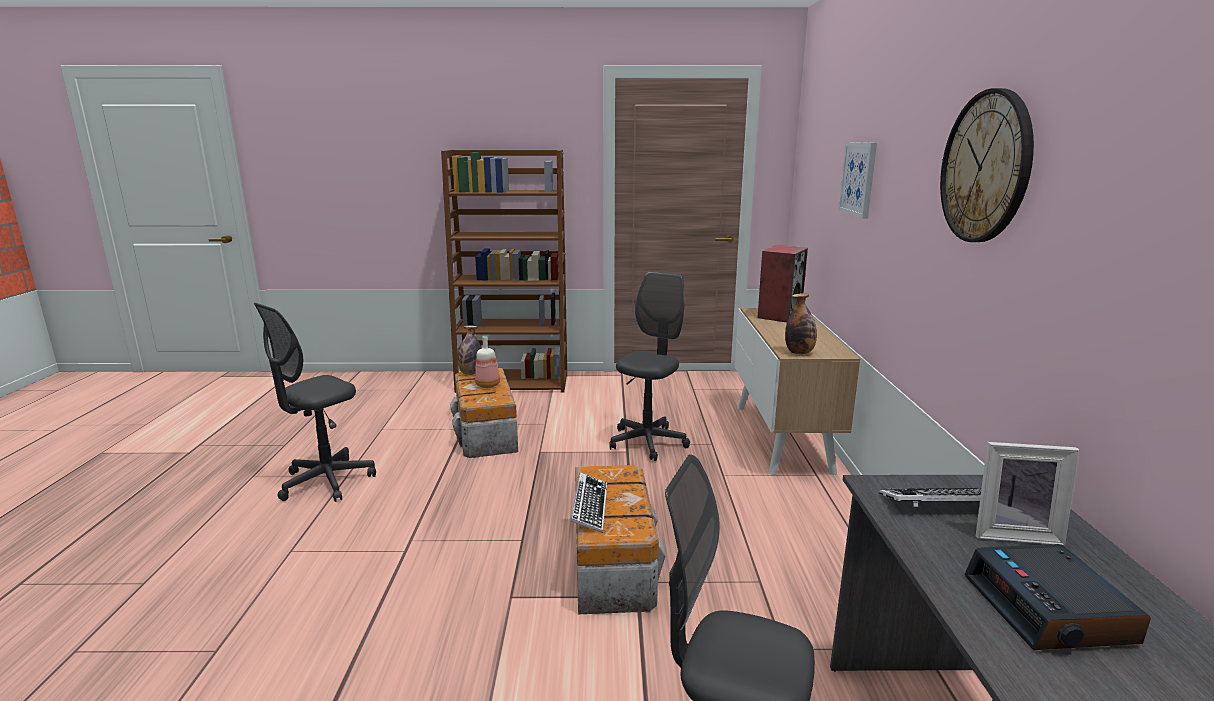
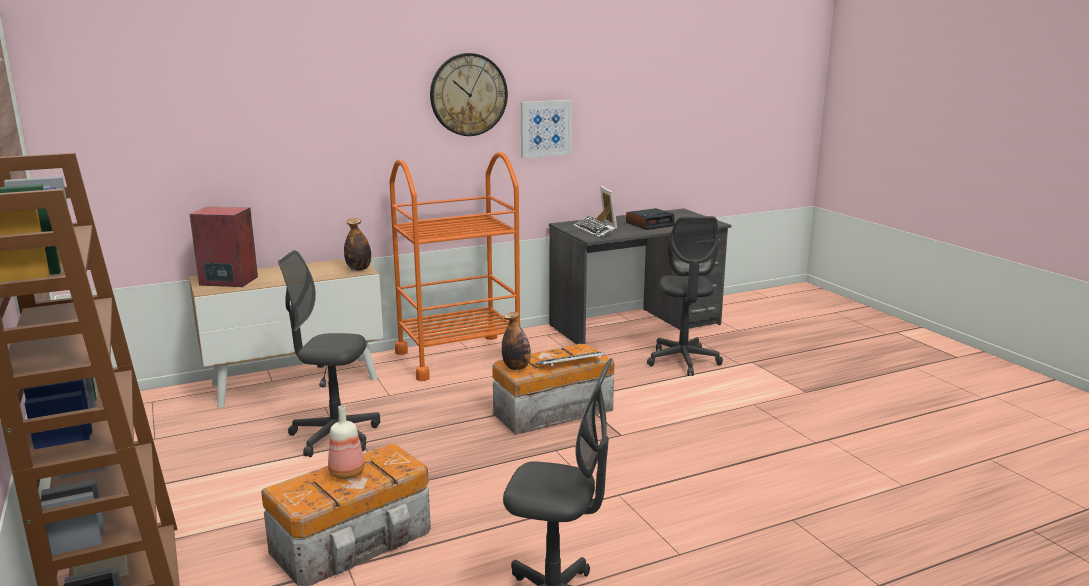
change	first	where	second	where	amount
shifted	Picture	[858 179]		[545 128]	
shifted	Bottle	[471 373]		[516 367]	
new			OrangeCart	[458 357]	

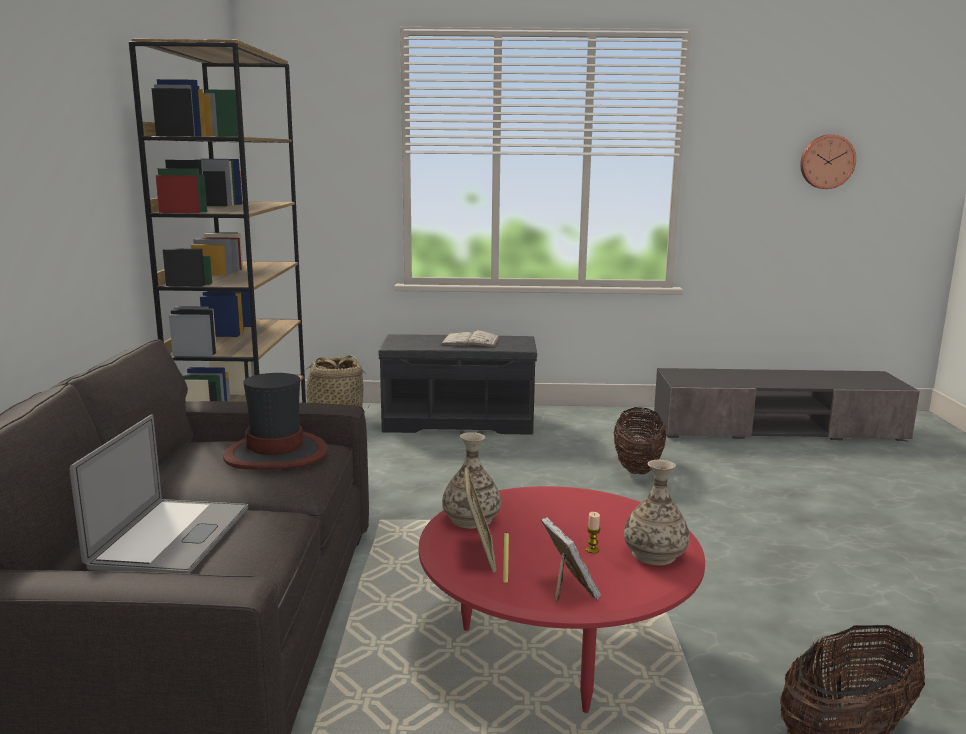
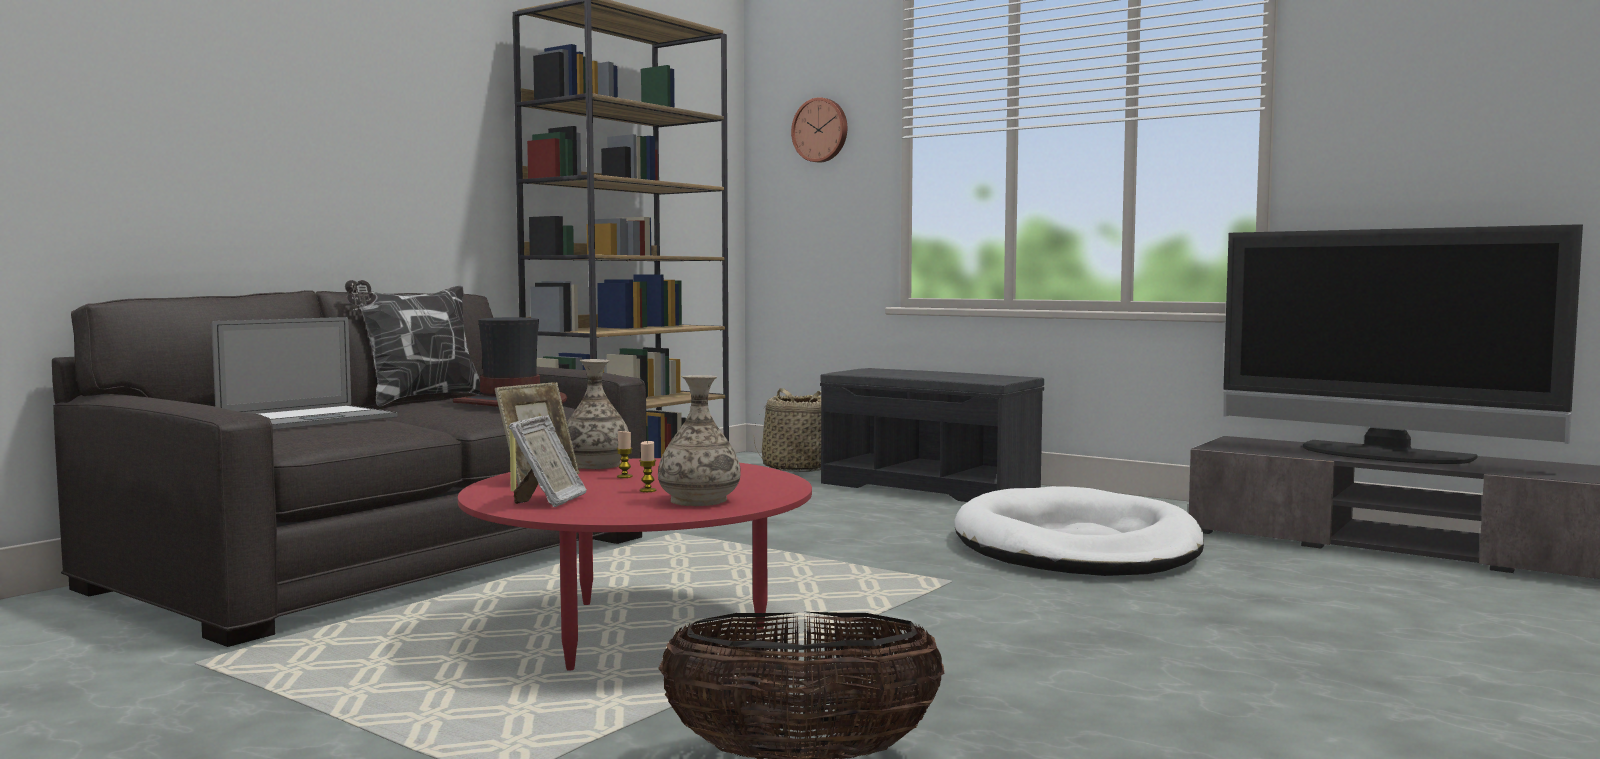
change	first	where	second	where	amount
shifted	WallClock	[826 161]		[821 130]	
gone	WhiteBook	[470 341]			
swapped	Basket	[637 467]	WhiteDogBed	[1076 546]	
new			Television	[1382 455]	
new			Pillow	[420 400]	
new			Candle	[624 476]	

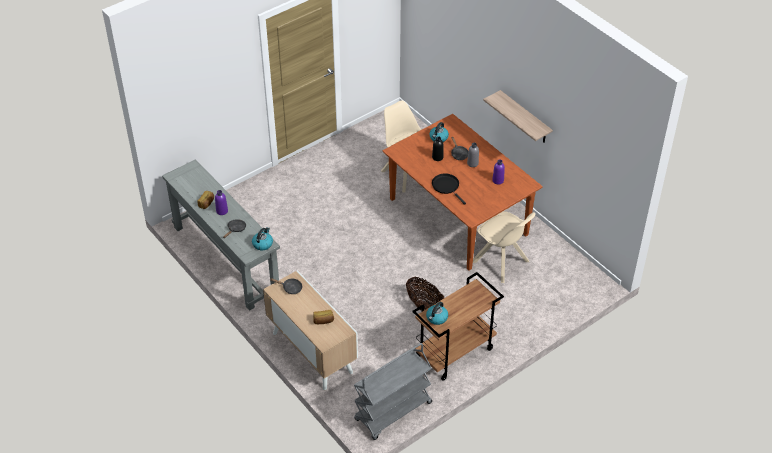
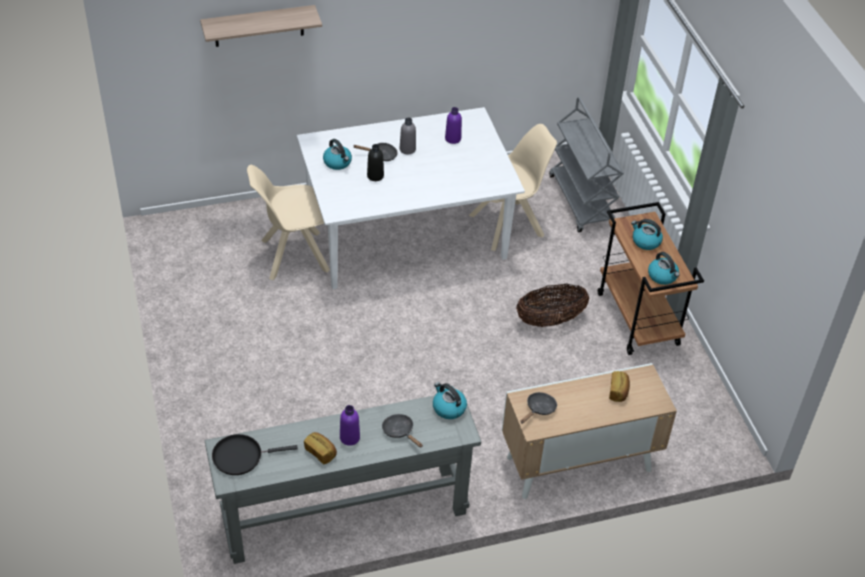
change	first	where	second	where	amount
shifted	Shelf	[525 118]		[259 26]	
repainted	BrownDiningTable	[457 216]	WhiteDiningTable	[406 236]	
shifted	BlackFryingPan	[446 186]		[241 456]	
shifted	GreyCart	[393 412]		[581 201]	
new			Kettle	[645 241]	

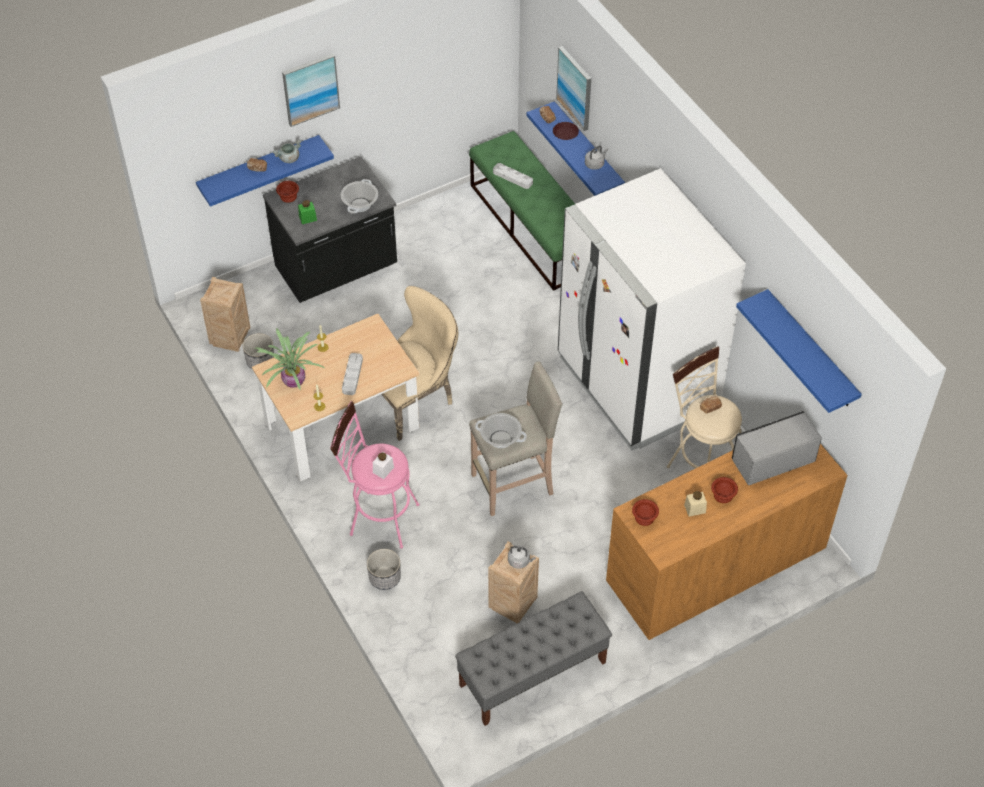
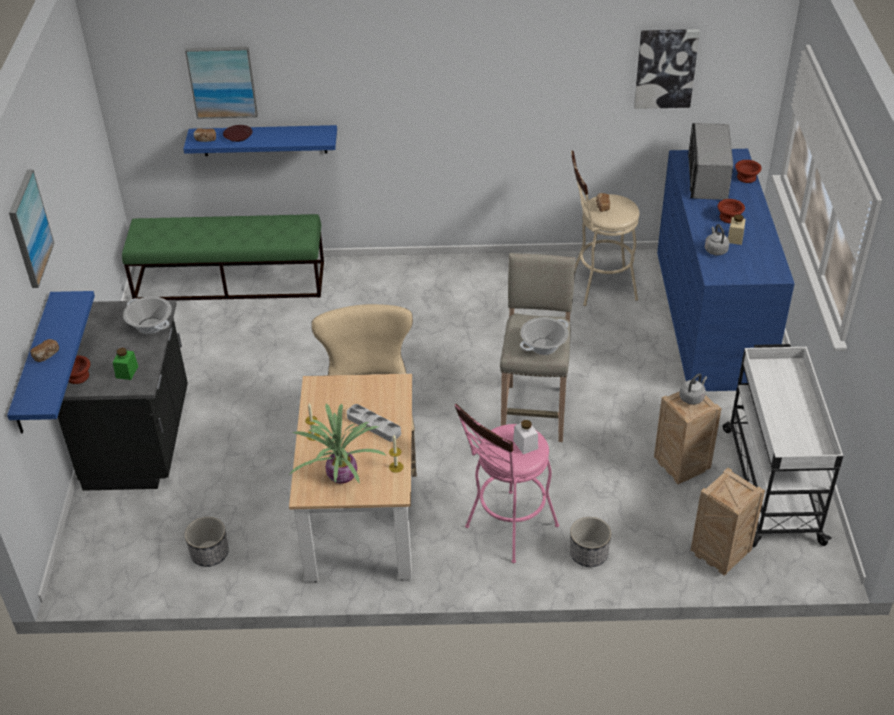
change	first	where	second	where	amount
gone	GreyCookingPot	[289 159]			
shifted	GreyKettle	[595 164]		[715 250]	
gone	GreyTray	[512 177]			
gone	WhiteFridge	[636 385]			
shifted	Crate	[230 338]		[718 554]	
swapped	BlueShelf	[811 350]	Picture	[665 68]	
repainted	BrownDresser	[716 564]	BlueDresser	[710 317]	
shifted	BrownBowl	[644 518]		[747 178]	
swapped	GreyBench	[532 674]	WhiteCart	[771 483]	

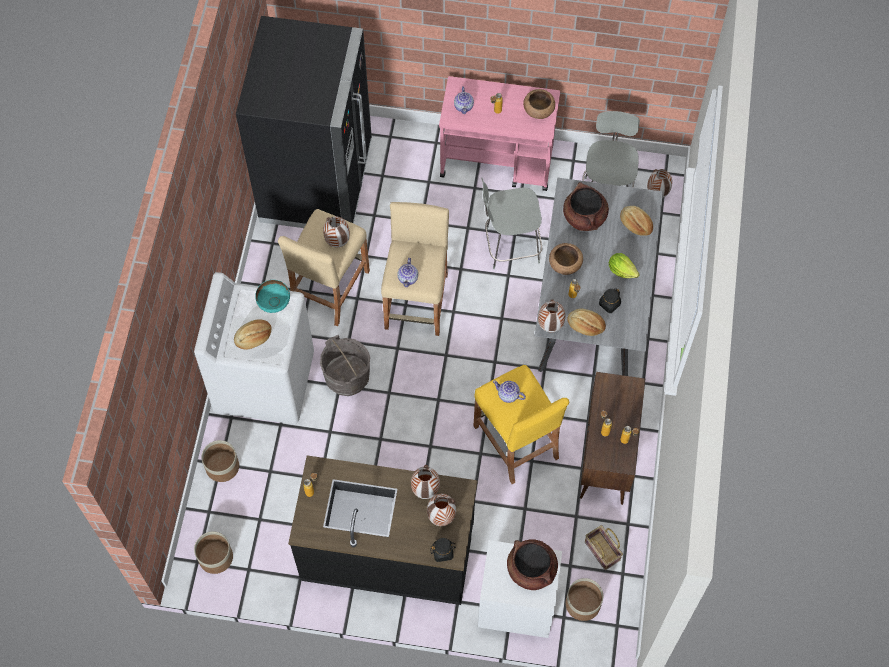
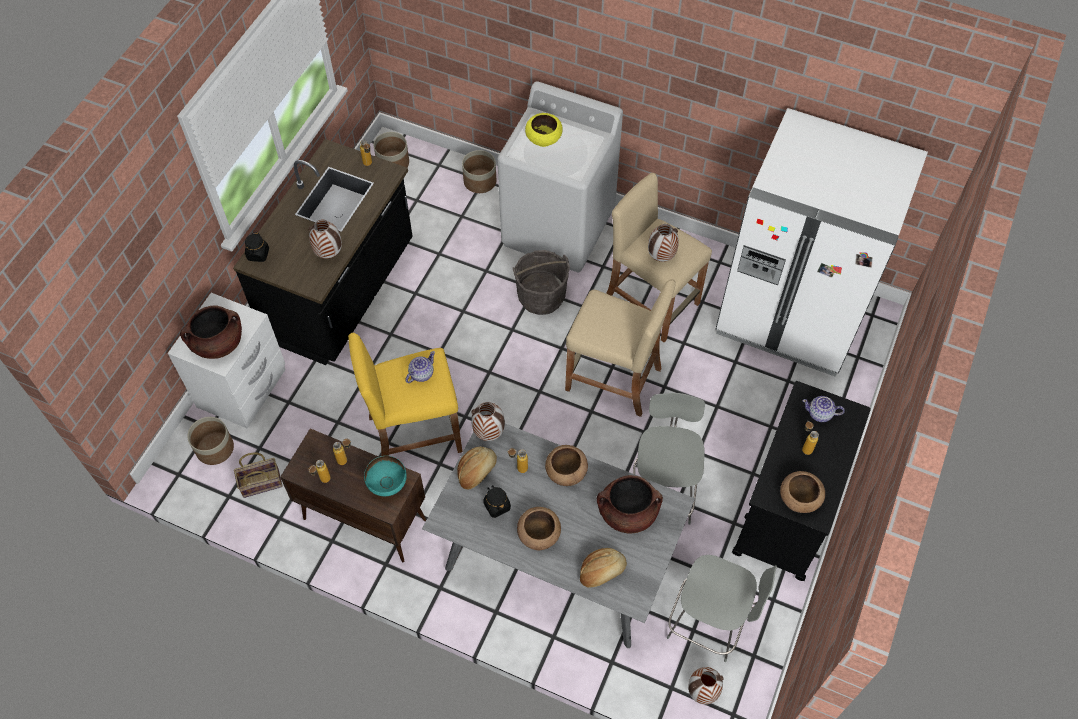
change	first	where	second	where	amount
repainted	BlackFridge	[316 182]	WhiteFridge	[790 316]	
repainted	PinkCart	[498 161]	BlackCart	[787 509]	
swapped	Lettuce	[621 270]	BrownBowl	[539 534]	
gone	Teapot	[408 278]			
shifted	TurquoiseBowl	[274 304]		[388 485]	
swapped	Bread	[254 338]	YellowBowl	[544 138]	
gone	Vase	[441 517]			

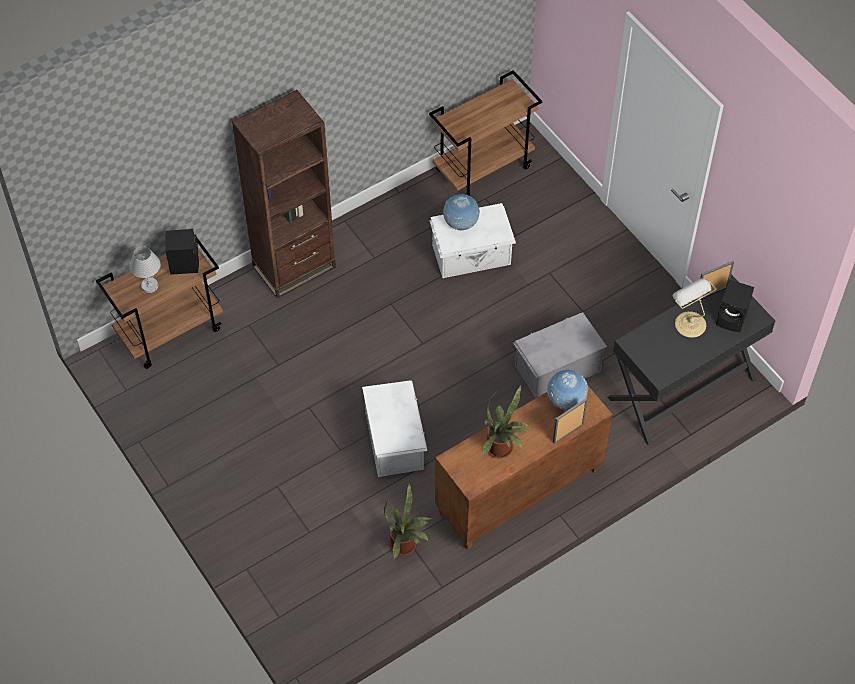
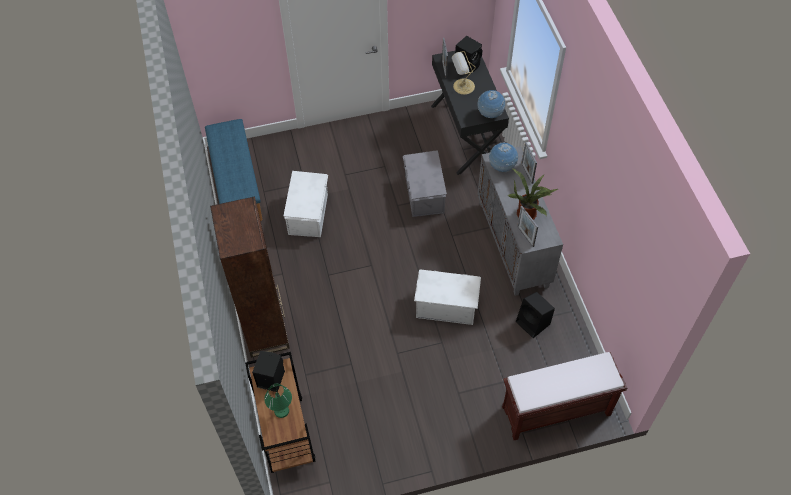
change	first	where	second	where	amount
swapped	BrownCart	[483 168]	BlueBench	[236 184]	
shifted	Globe	[461 224]		[490 114]	
repainted	WhiteTableLamp	[149 285]	GreenTableLamp	[281 411]	
repainted	BrownCabinet	[519 493]	GreyCabinet	[513 245]	
swapped	PottedPlant	[405 545]	BlackSpeaker	[533 323]	
new			PictureFrame	[525 236]	
new			BrownBench	[555 411]	

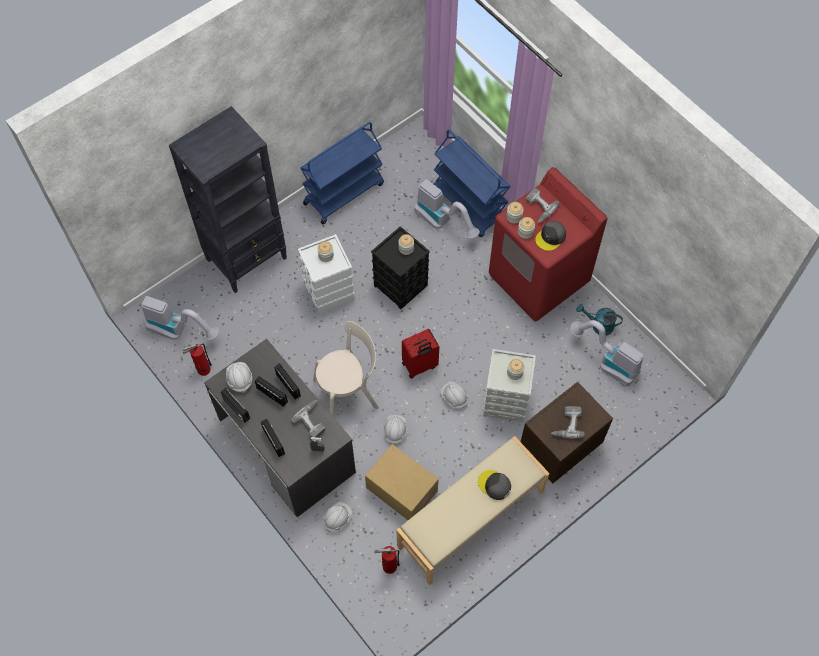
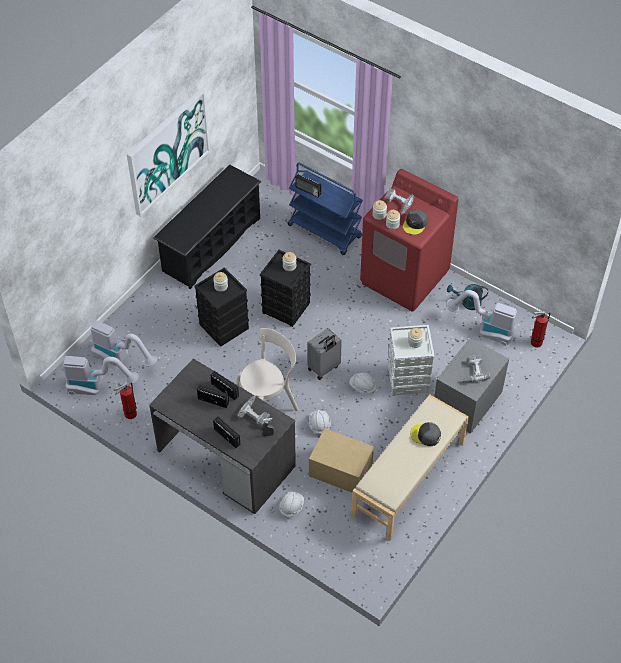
change	first	where	second	where	amount
gone	BlackBookcase	[247 259]			
swapped	BlueCart	[344 193]	BlackShoeRack	[211 245]	
shifted	VacuumCleaner	[442 222]		[121 359]	
repainted	WhiteStorageBox	[329 292]	BlackStorageBox	[224 327]	
repainted	RedSuitcase	[420 366]	GreySuitcase	[324 368]	
gone	WhiteHardHat	[239 379]			
repainted	BrownNightstand	[558 447]	GreyNightstand	[465 405]	
shifted	Radio	[236 409]		[308 191]	
shifted	FireExtinguisher	[387 566]		[534 343]	
new			Picture	[168 151]	

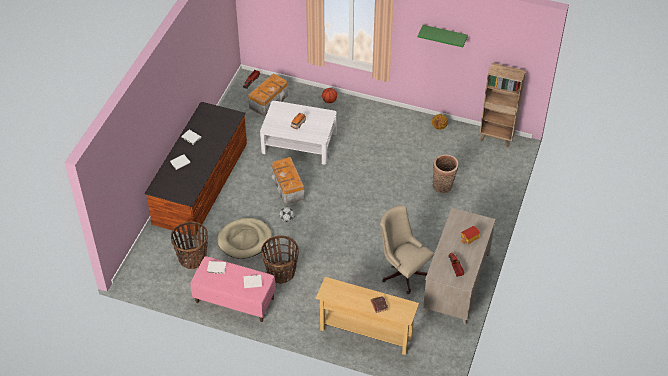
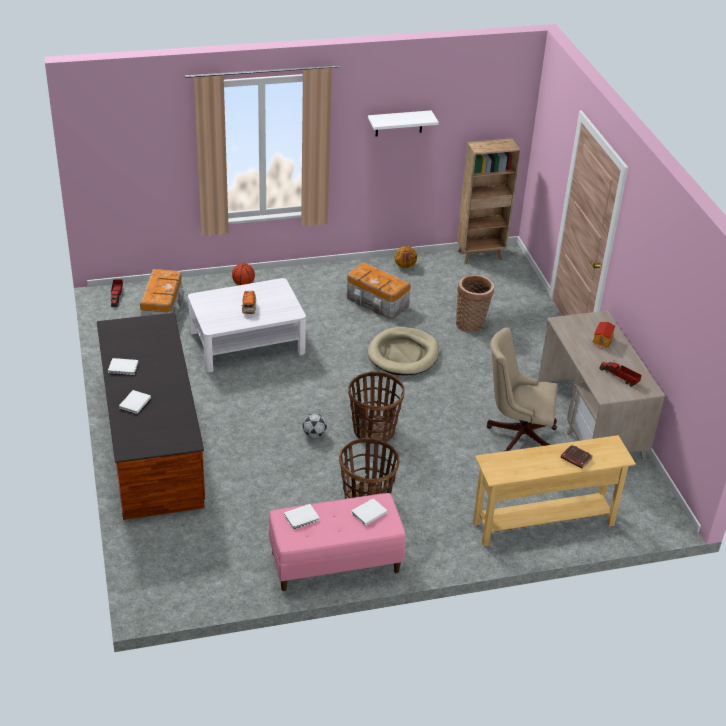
change	first	where	second	where	amount
repainted	GreenShelf	[444 36]	WhiteShelf	[399 123]	
shifted	StorageBox	[288 188]		[377 303]	
shifted	BeigeDogBed	[244 240]		[403 354]	
shifted	Basket	[192 258]		[373 431]	

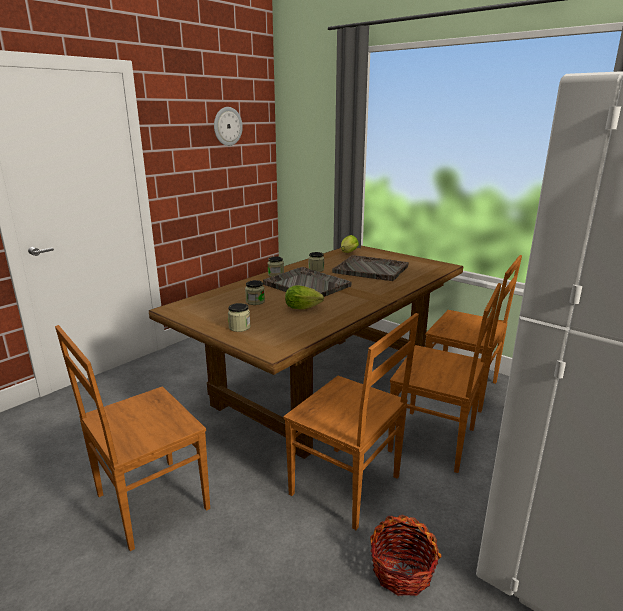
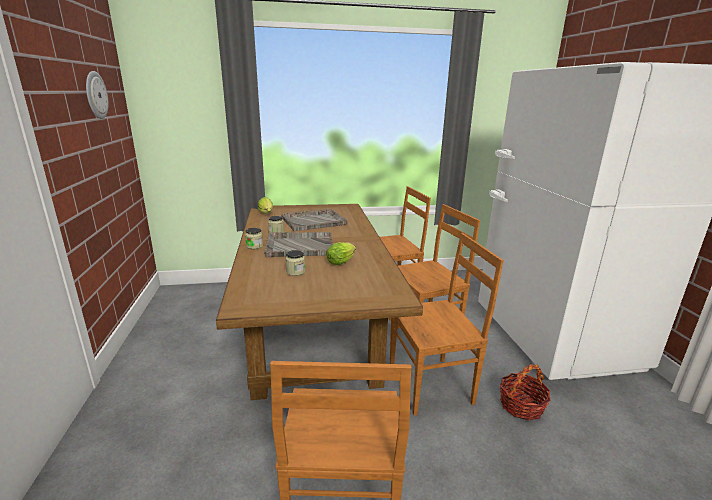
change	first	where	second	where	amount
gone	Jar	[239 327]			

